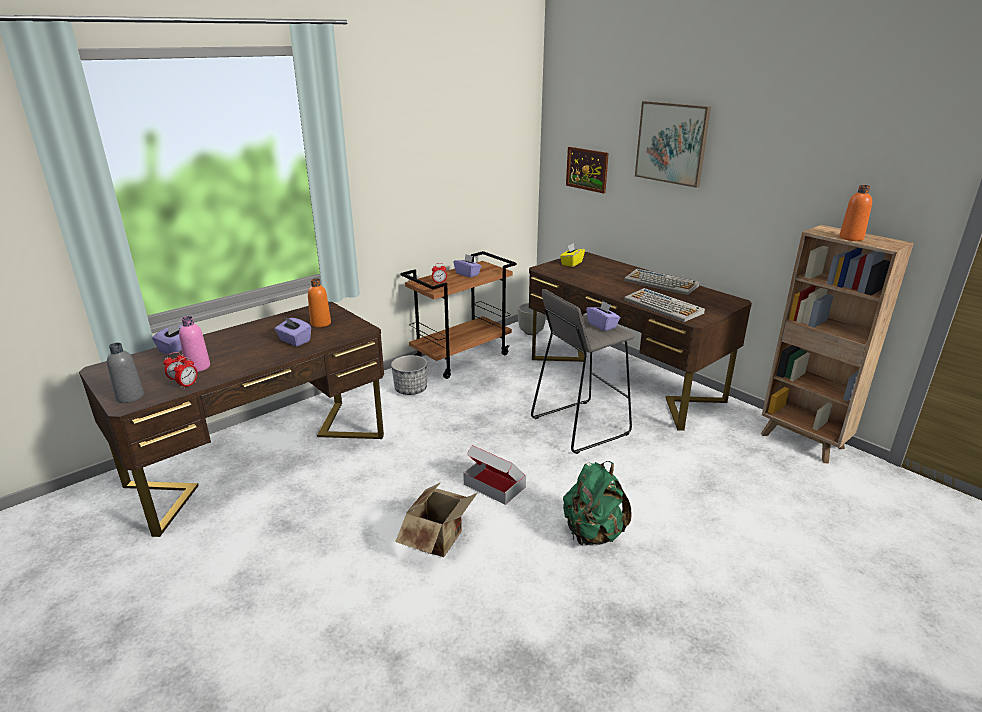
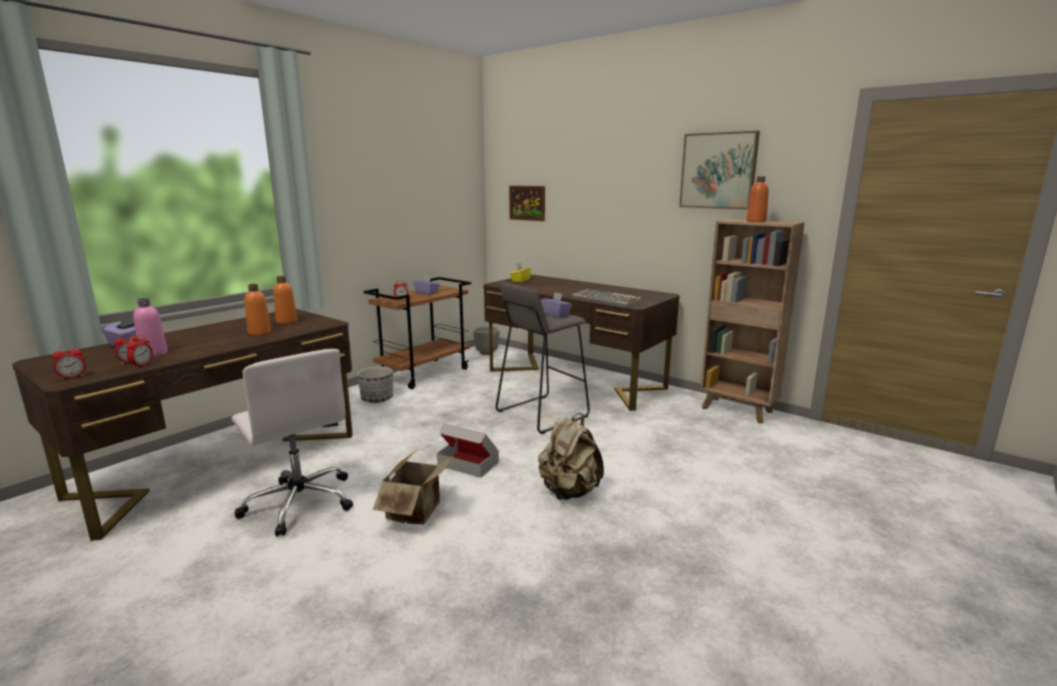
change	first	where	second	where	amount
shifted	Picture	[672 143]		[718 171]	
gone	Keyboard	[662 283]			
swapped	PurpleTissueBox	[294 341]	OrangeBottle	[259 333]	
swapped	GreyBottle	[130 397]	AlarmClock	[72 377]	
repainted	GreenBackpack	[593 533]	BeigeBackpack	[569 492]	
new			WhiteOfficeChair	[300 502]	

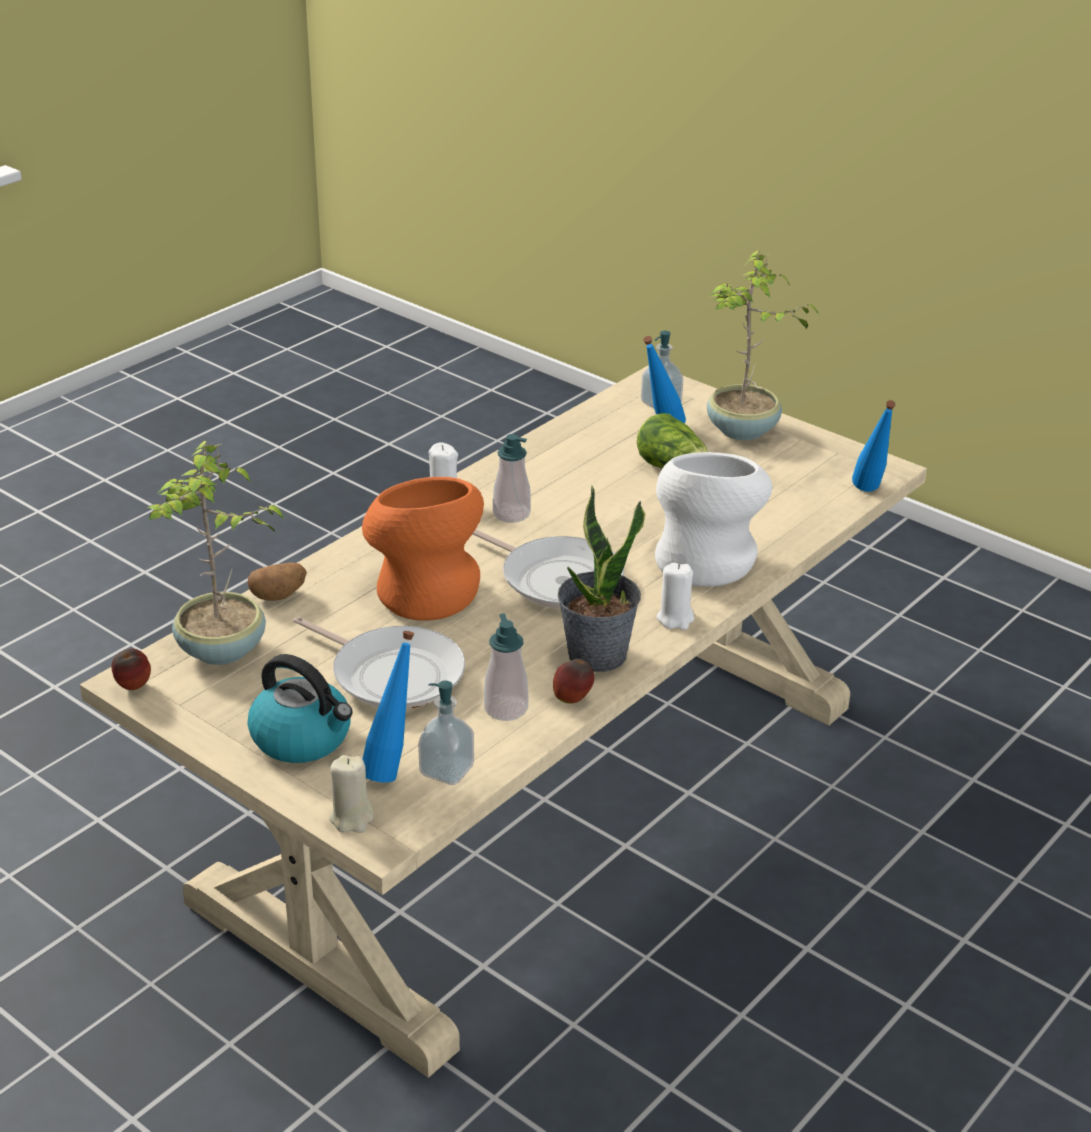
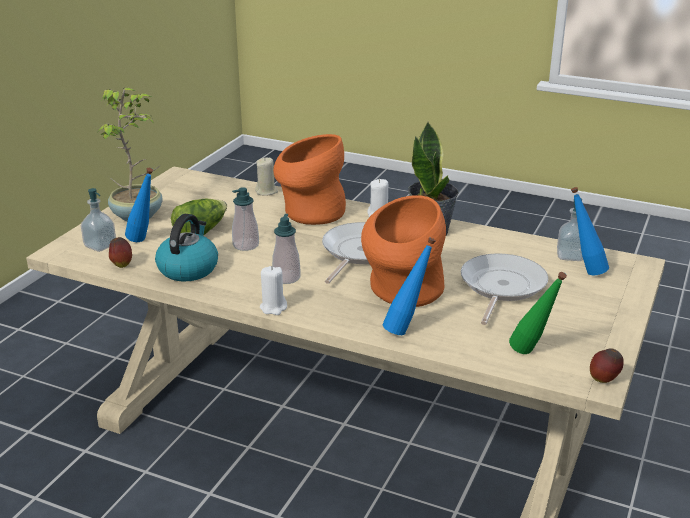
change	first	where	second	where	amount
shifted	BlueBottle	[869 493]		[407 329]	
swapped	PottedPlant	[221 651]	GreenBottle	[532 354]	
repainted	WhiteVase	[705 559]	OrangeVase	[309 213]	
gone	Potato	[278 596]			
shifted	SoapDispenser	[506 708]		[246 245]	
shifted	Kettle	[303 738]		[188 269]	
shifted	Apple	[572 700]		[122 265]	
shifted	BeigeCandle	[352 818]		[266 191]	

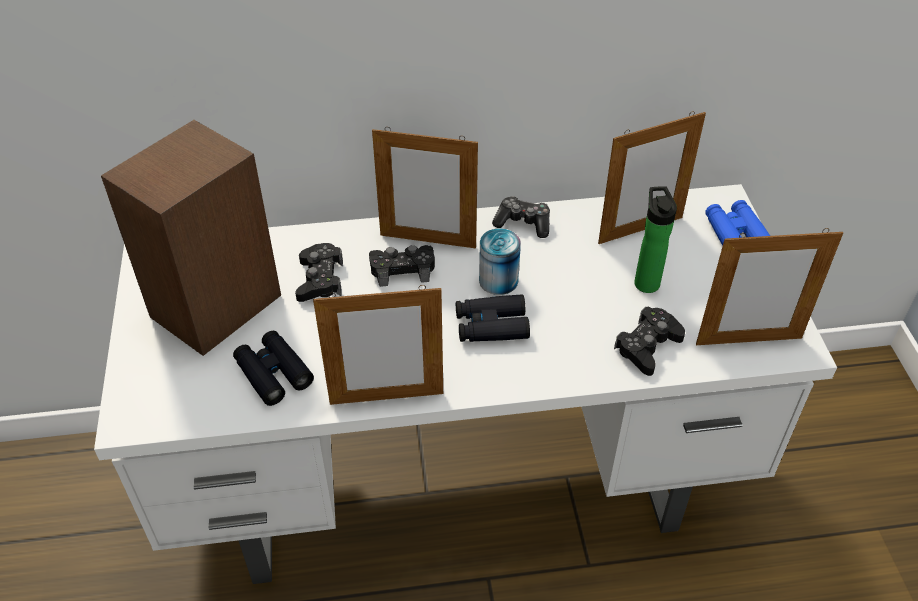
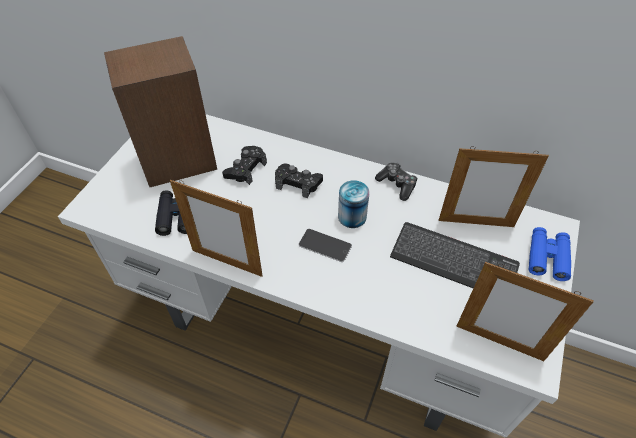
change	first	where	second	where	amount
gone	PictureFrame	[428 241]			
swapped	Bottle	[646 281]	Keyboard	[453 262]	
swapped	BlackBinoculars	[491 326]	Phone	[325 245]	
gone	BlackGameController	[647 346]			

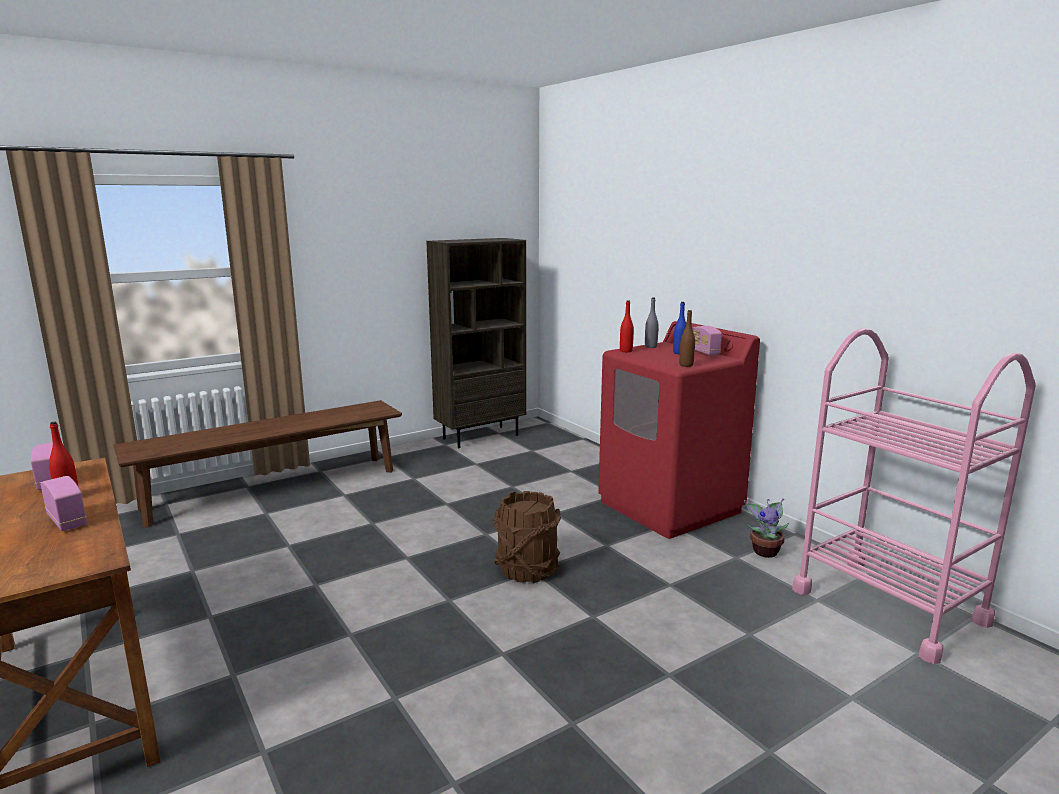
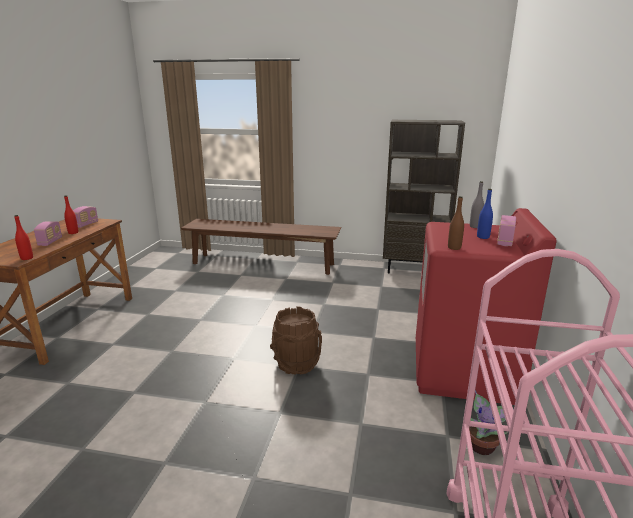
change	first	where	second	where	amount
shifted	RedBottle	[626 351]		[27 258]	

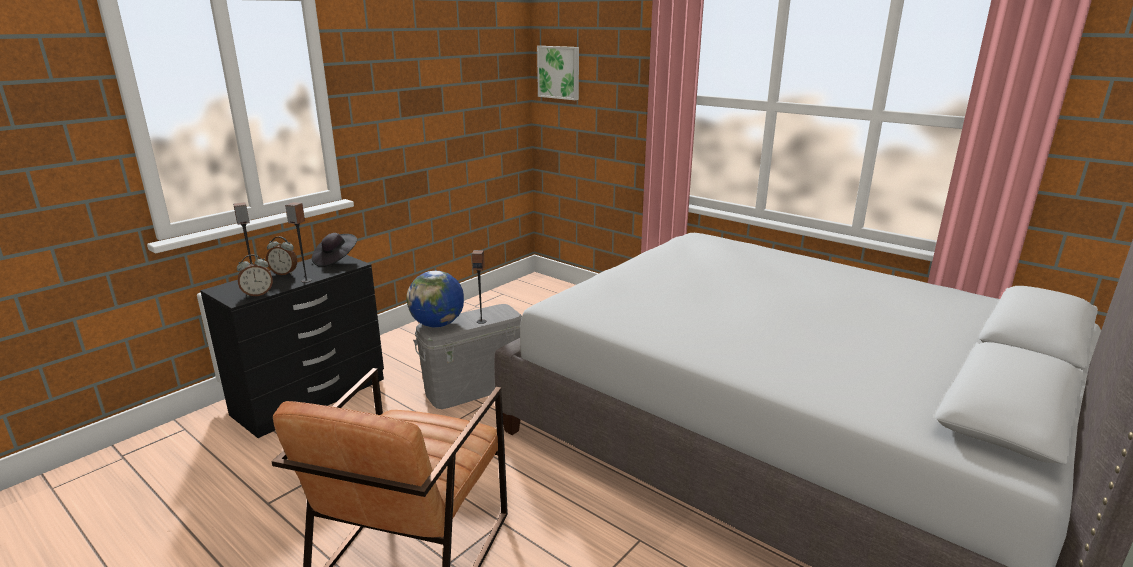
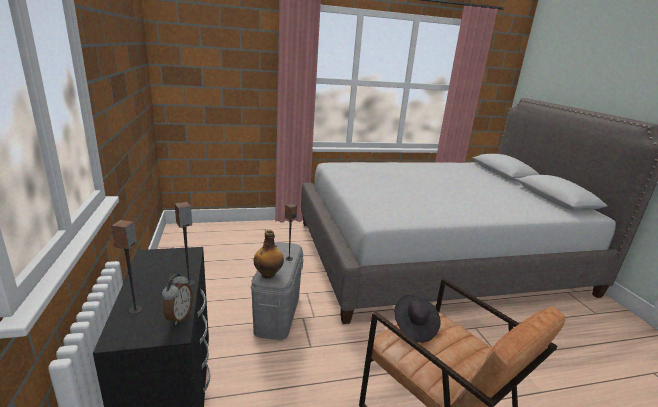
change	first	where	second	where	amount
gone	Picture	[559 72]			
shifted	BlackHat	[335 260]		[414 327]	
gone	AlarmClock	[284 273]			
swapped	Globe	[437 324]	Bottle	[269 274]	

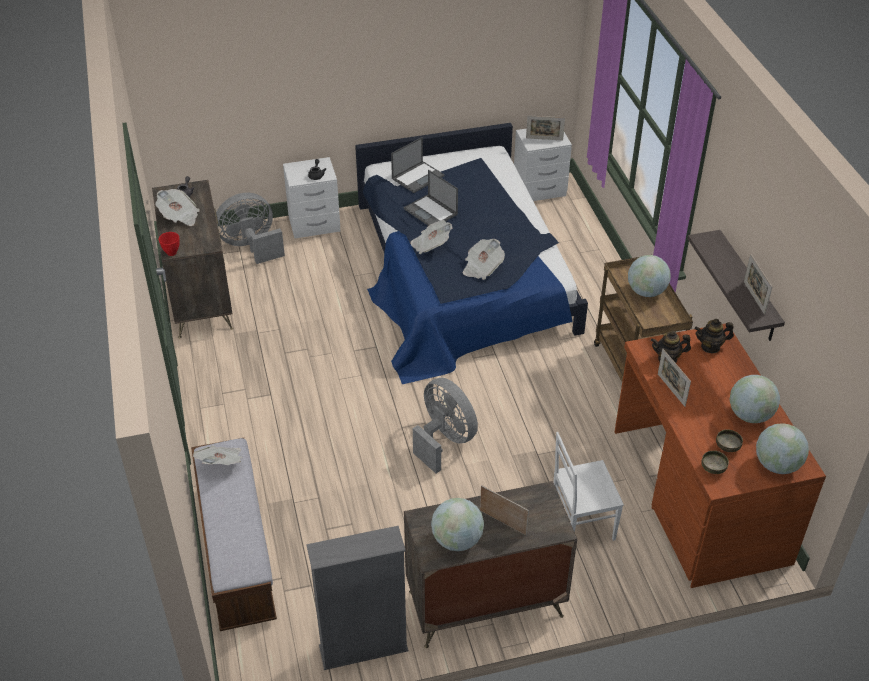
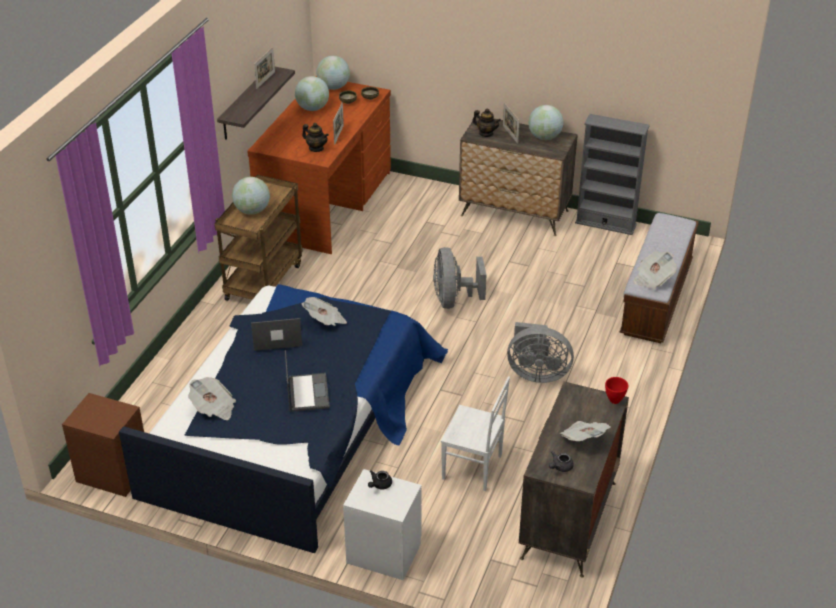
change	first	where	second	where	amount
gone	PictureFrame	[544 139]			
repainted	WhiteNightstand	[539 189]	BrownNightstand	[113 473]	
shifted	Laptop	[418 177]		[276 337]	
shifted	GreyFan	[251 246]		[536 373]	
shifted	Newspaper	[430 245]		[213 408]	
shifted	Teapot	[710 347]		[486 133]	
shifted	WhiteChair	[581 523]		[473 468]	

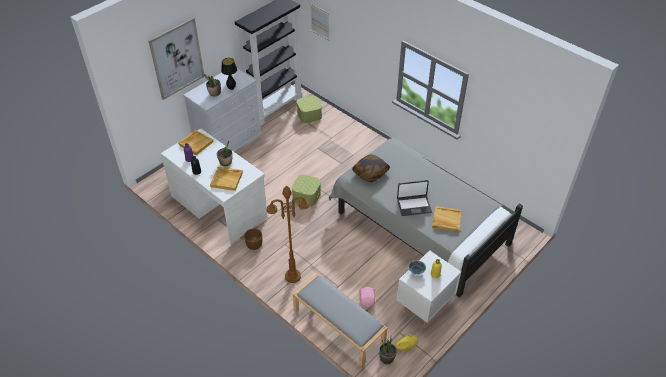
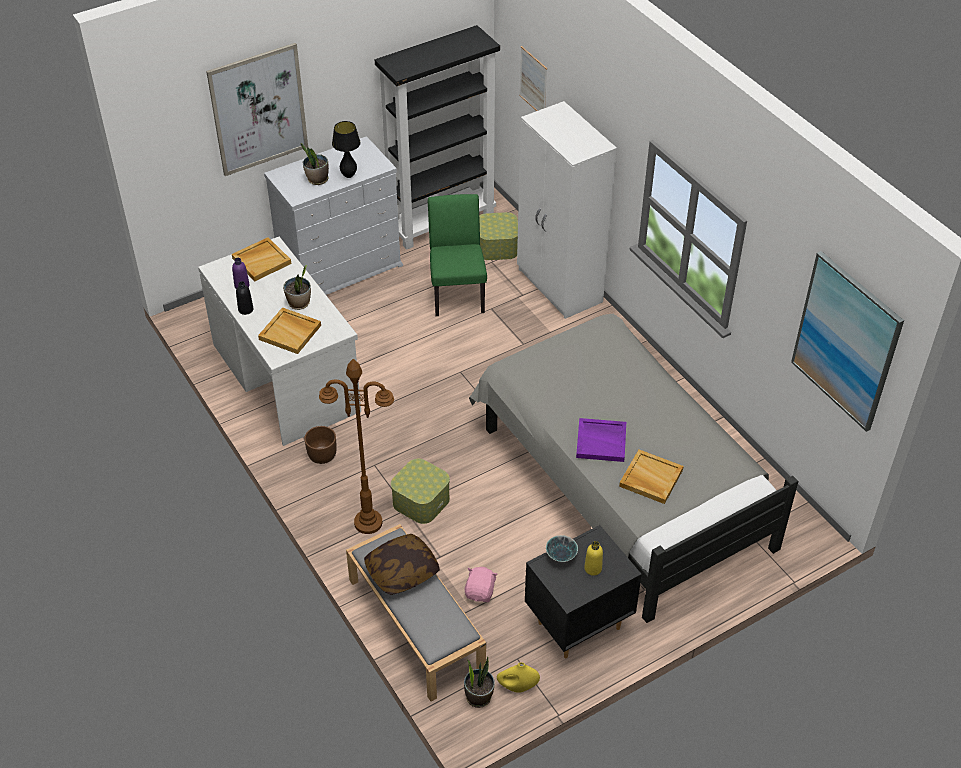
change	first	where	second	where	amount
shifted	Pillow	[370 172]		[402 571]	
shifted	StorageBox	[306 195]		[421 501]	
swapped	Laptop	[413 205]	PurpleTray	[601 441]	
repainted	WhiteNightstand	[424 306]	BlackNightstand	[578 625]	
new			WhiteWardrobe	[559 287]	
new			GreenChair	[457 292]	
new			Picture	[846 341]	

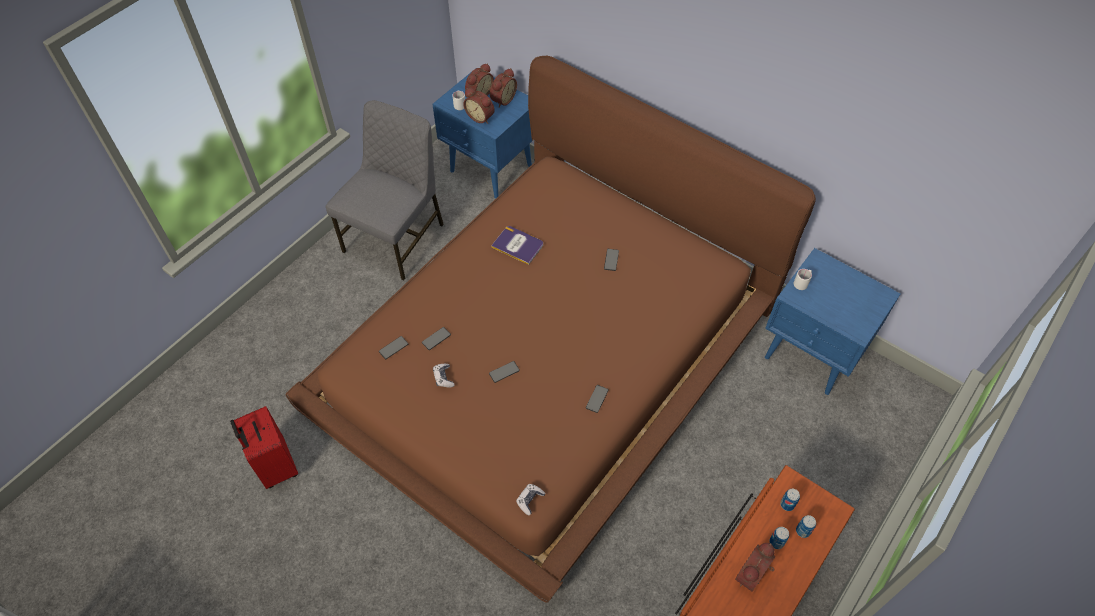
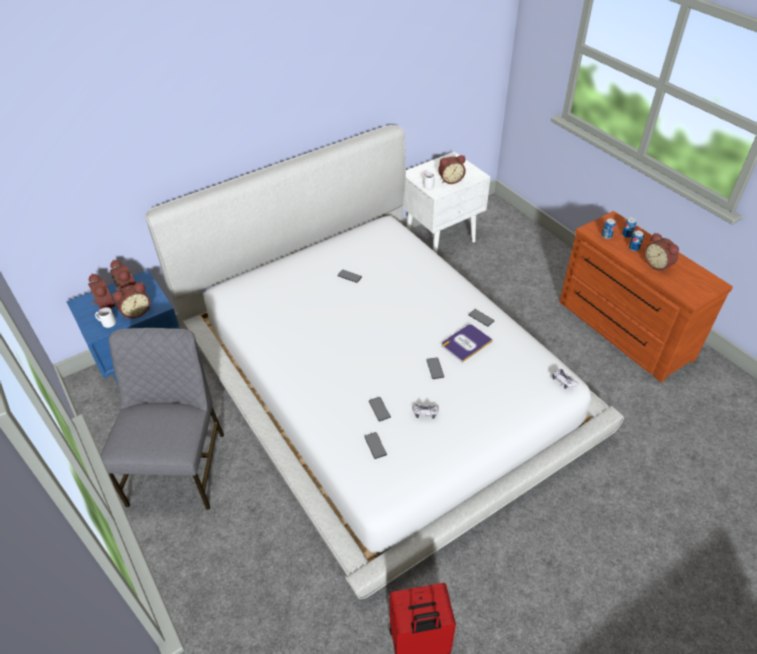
change	first	where	second	where	amount
repainted	BrownBed	[547 356]	WhiteBed	[379 381]	
rotated	GreyChair	[396 237]		[180 467]	45 degrees clockwise
shifted	Book	[518 245]		[466 343]	
repainted	BlueNightstand	[812 355]	WhiteNightstand	[441 238]	
new			AlarmClock	[450 180]	

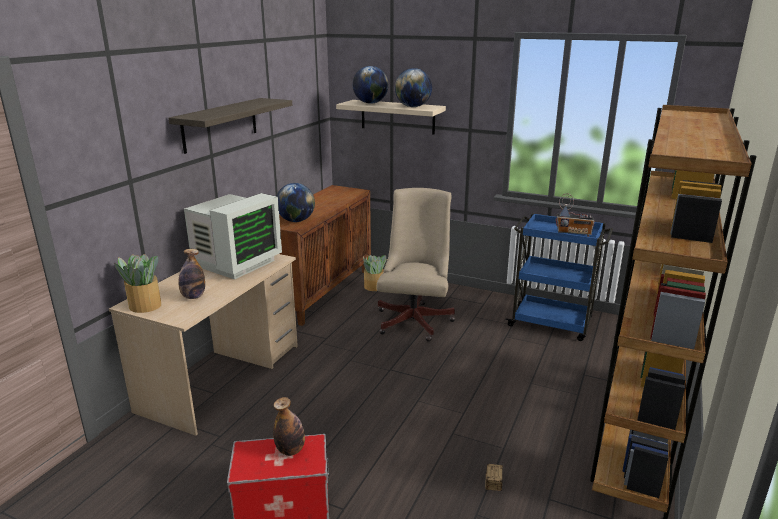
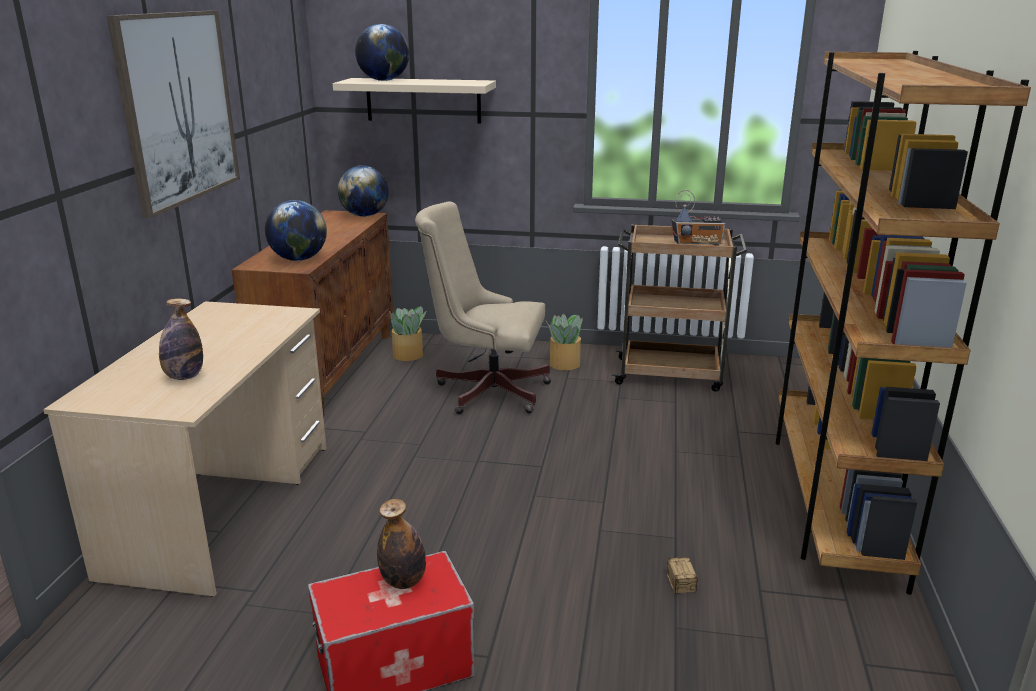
change	first	where	second	where	amount
shifted	Globe	[413 107]		[364 215]	
swapped	Shelf	[220 124]	Picture	[178 108]	
rotated	BeigeOfficeChair	[415 319]		[486 390]	75 degrees counterclockwise
gone	Monitor	[235 263]			
repainted	BlueCart	[551 323]	BrownCart	[671 374]	
shifted	PottedPlant	[144 305]		[564 364]	

